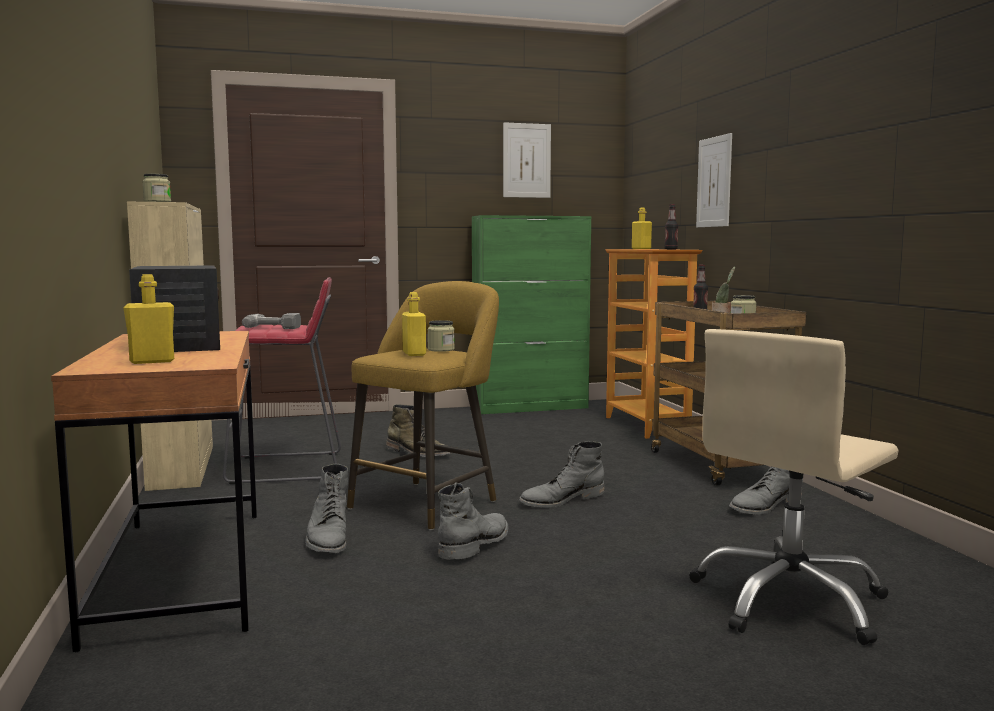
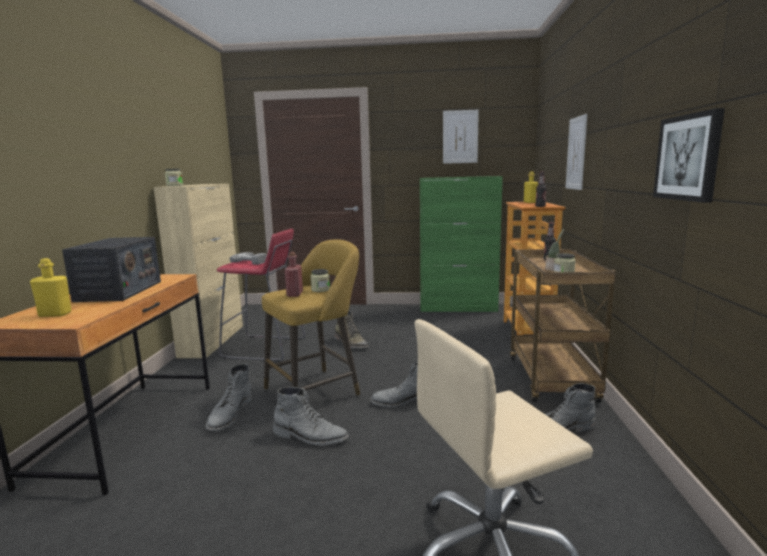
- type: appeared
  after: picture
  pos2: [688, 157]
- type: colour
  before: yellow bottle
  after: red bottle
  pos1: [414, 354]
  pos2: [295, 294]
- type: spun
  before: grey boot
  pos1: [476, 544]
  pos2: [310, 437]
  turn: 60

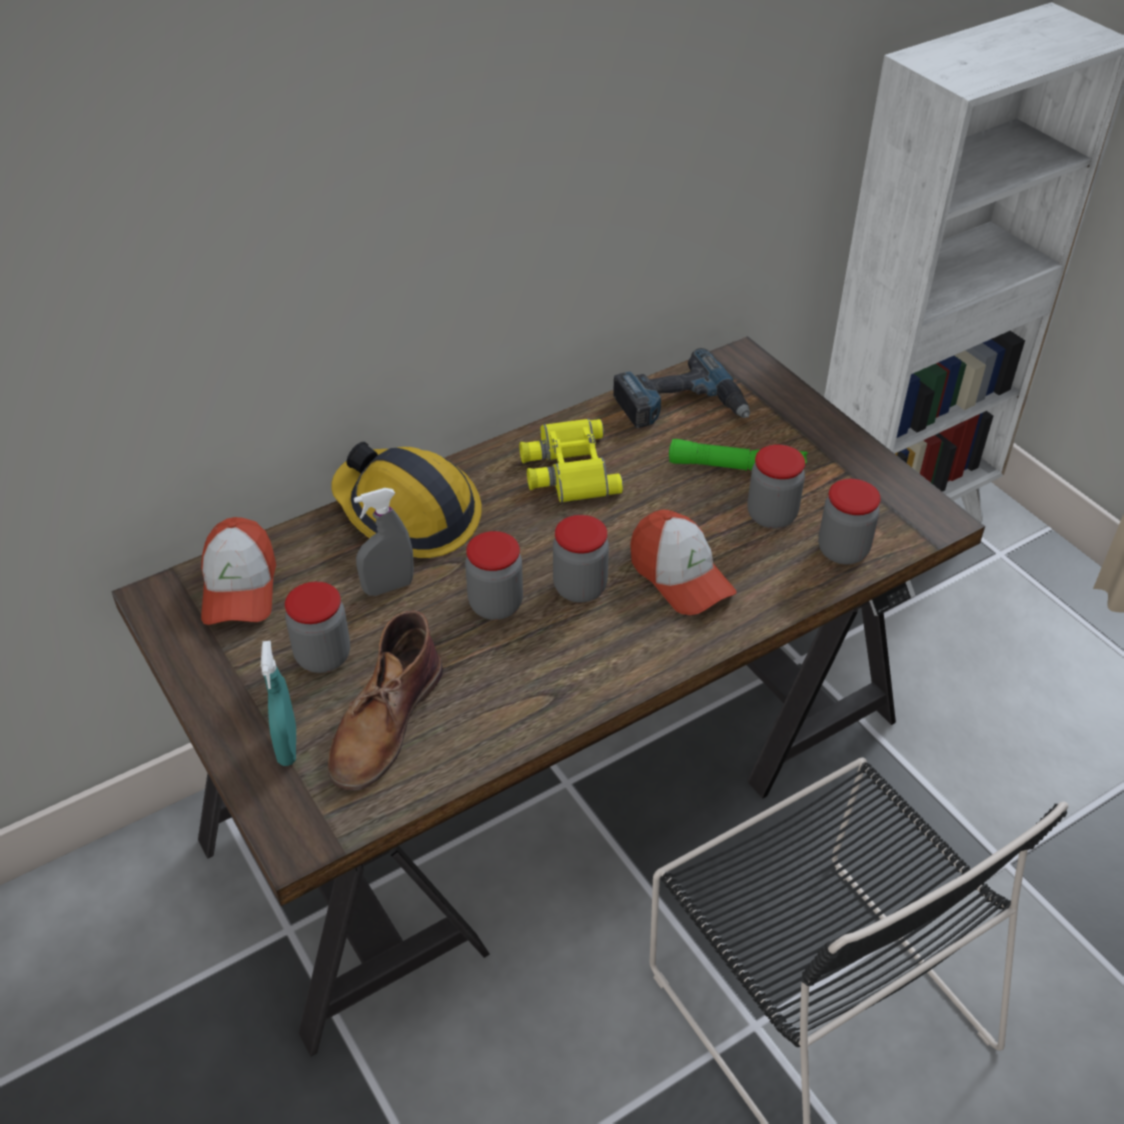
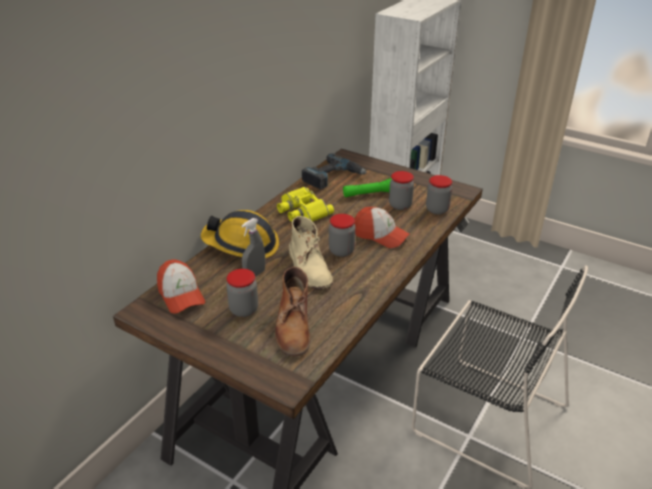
- type: missing
  before: turquoise spray bottle
  pos1: [287, 746]
- type: exchanged
  before: jar
  after: beige boot
  pos1: [495, 604]
  pos2: [309, 267]

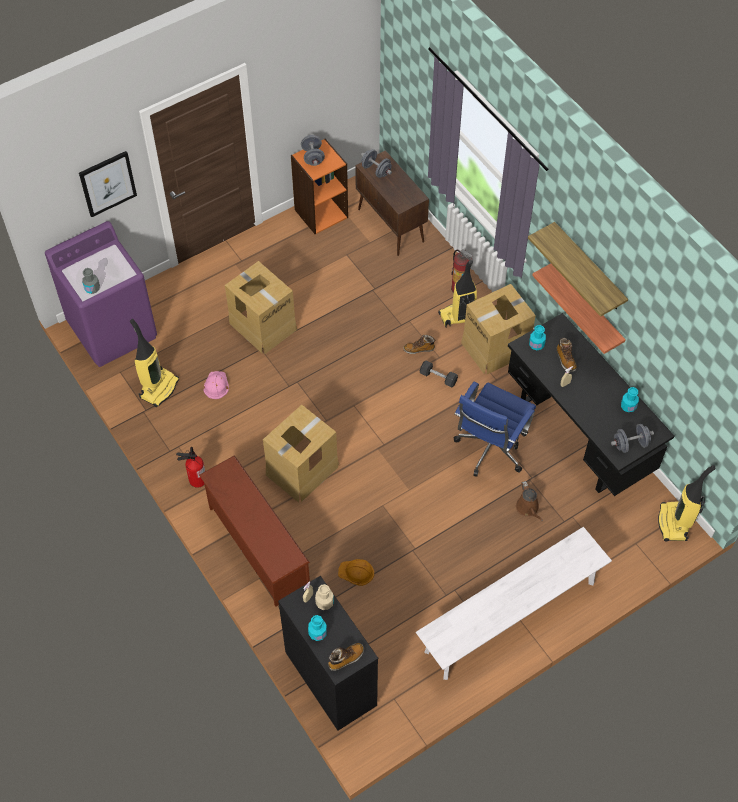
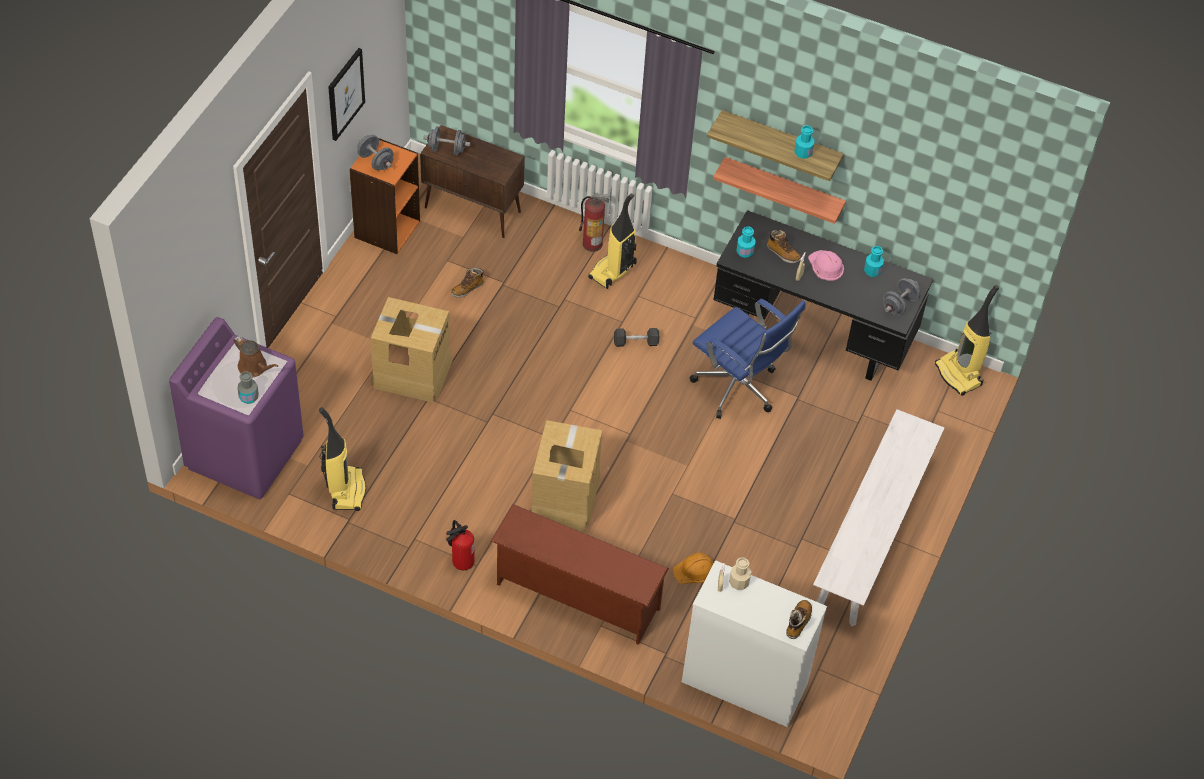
- type: missing
  before: cardboard box
  pos1: [496, 347]
- type: relocated
  before: picture
  pos1: [107, 183]
  pos2: [345, 94]
- type: relocated
  before: pink hard hat
  pos1: [216, 385]
  pos2: [826, 266]
- type: relocated
  before: turquoise bottle
  pos1: [317, 633]
  pos2: [803, 152]
- type: relocated
  before: boot
  pos1: [419, 349]
  pos2: [467, 288]
- type: relocated
  before: brown watering can
  pos1: [528, 508]
  pos2: [254, 367]
- type: colour
  before: black dresser
  after: white dresser
  pos1: [331, 679]
  pos2: [744, 683]
- type: spun
  before: blue office chair
  pos1: [490, 450]
  pos2: [739, 389]
  turn: -45

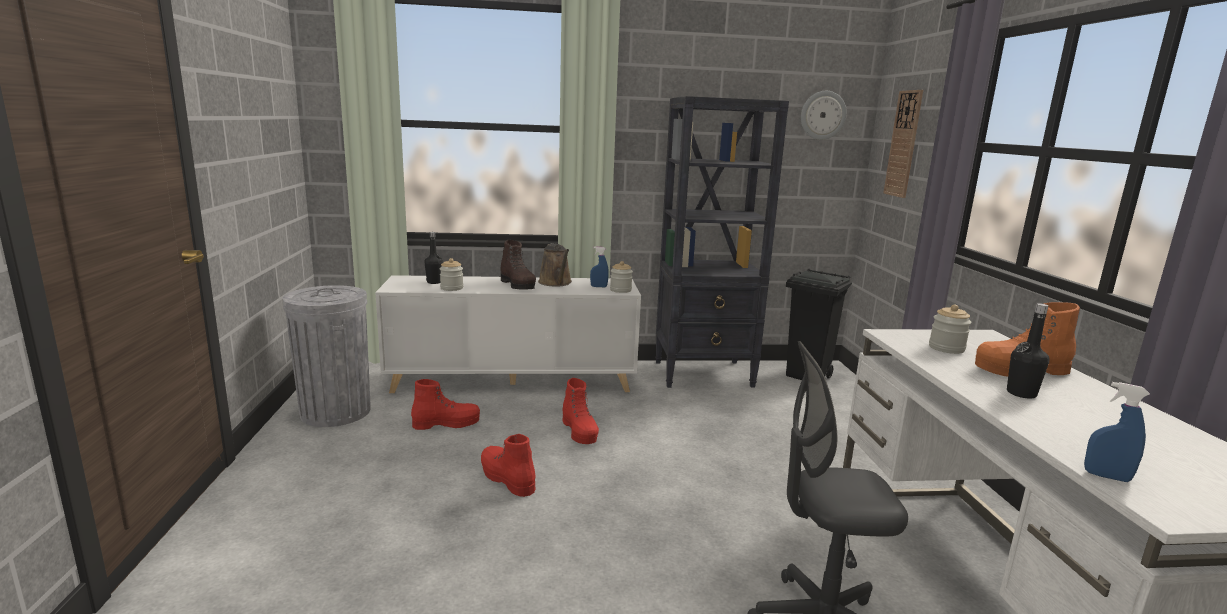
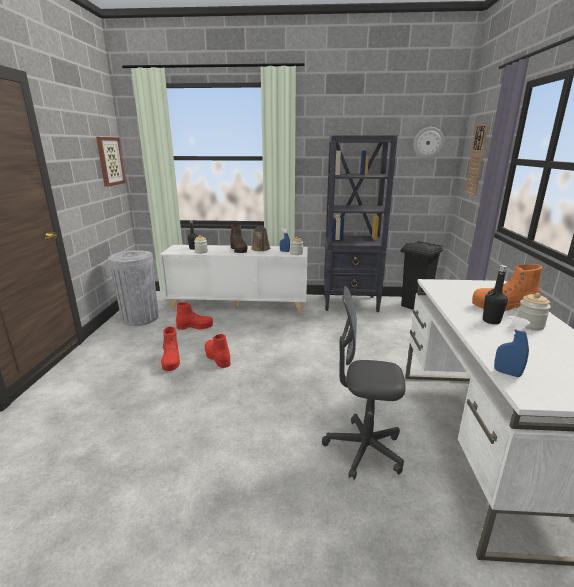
- type: appeared
  after: picture
  pos2: [110, 161]
- type: relocated
  before: red boot
  pos1: [579, 431]
  pos2: [171, 361]
- type: relocated
  before: jar
  pos1: [946, 348]
  pos2: [529, 325]

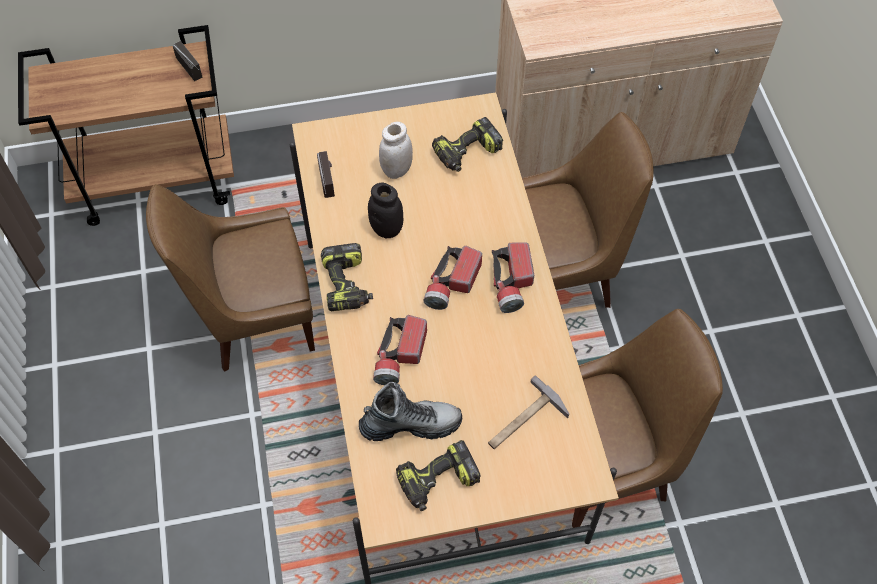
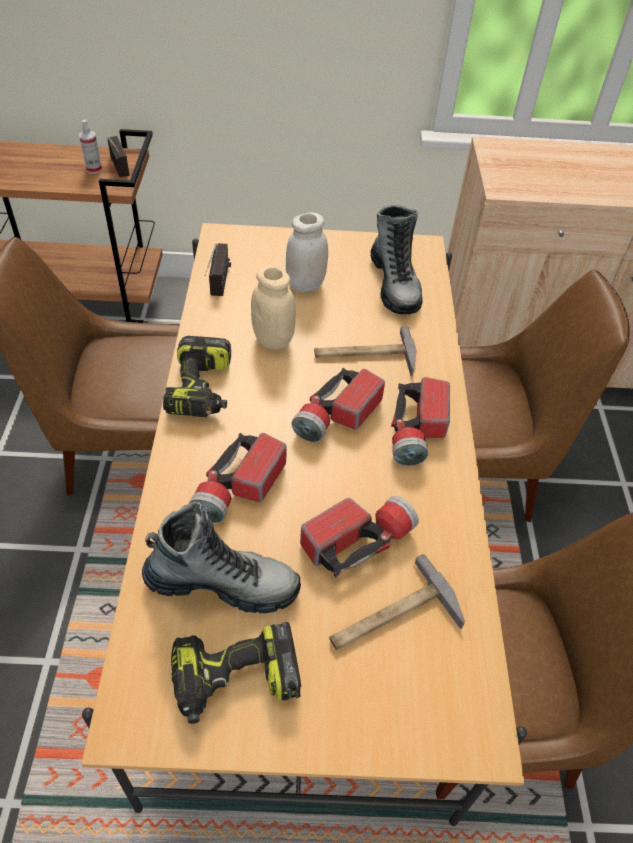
- type: appeared
  after: spray bottle
  pos2: [94, 169]
- type: appeared
  after: flashlight
  pos2: [357, 540]
- type: appeared
  after: hammer
  pos2: [365, 356]
- type: exchanged
  before: power drill
  after: boot
  pos1: [467, 153]
  pos2: [394, 284]
- type: colour
  before: black jar
  after: beige jar
  pos1: [386, 229]
  pos2: [273, 340]

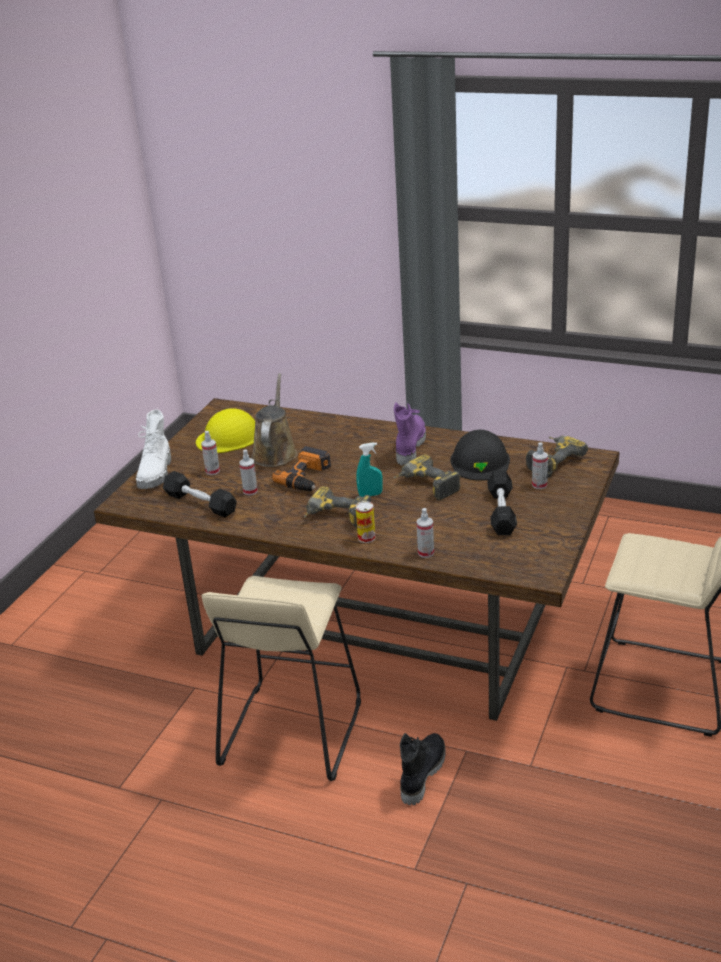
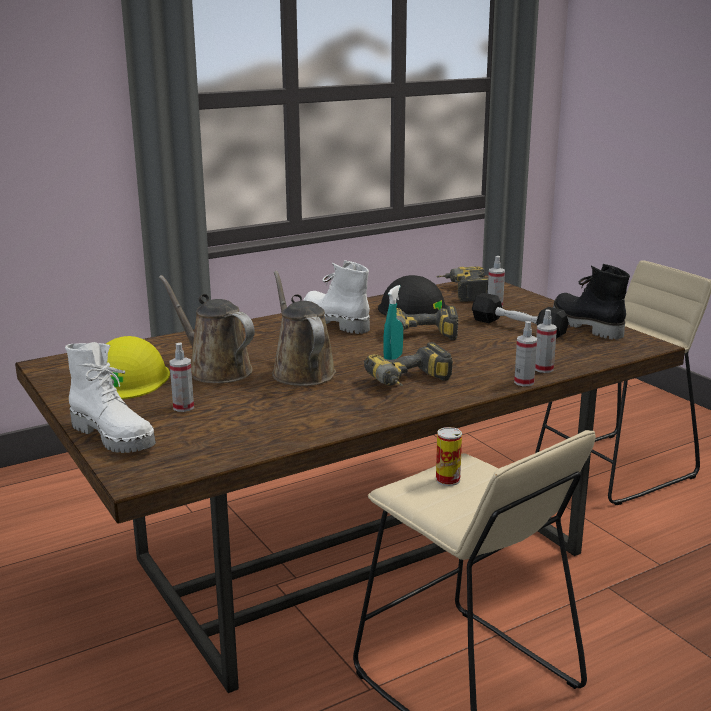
- type: missing
  before: black dumbbell
  pos1: [200, 503]
- type: relocated
  before: spray bottle
  pos1: [250, 491]
  pos2: [524, 382]
- type: relocated
  before: can
  pos1: [366, 538]
  pos2: [448, 480]
- type: relocated
  before: black boot
  pos1: [421, 774]
  pos2: [585, 326]
- type: exchanged
  before: power drill
  after: brown watering can
  pos1: [307, 477]
  pos2: [301, 371]
- type: colour
  before: purple boot
  after: white boot
  pos1: [409, 447]
  pos2: [333, 322]

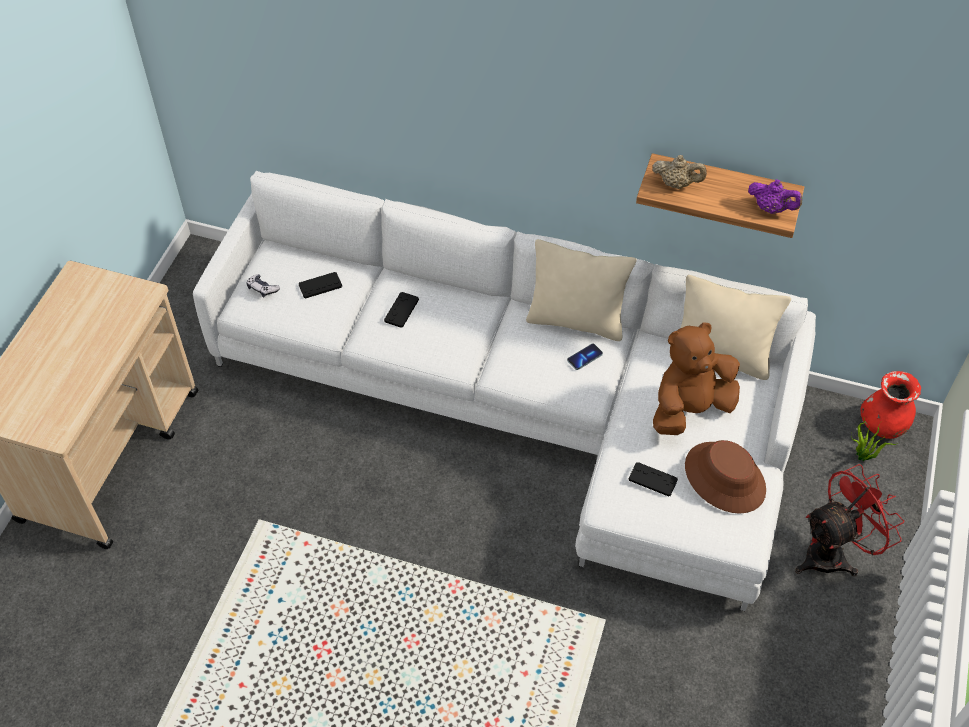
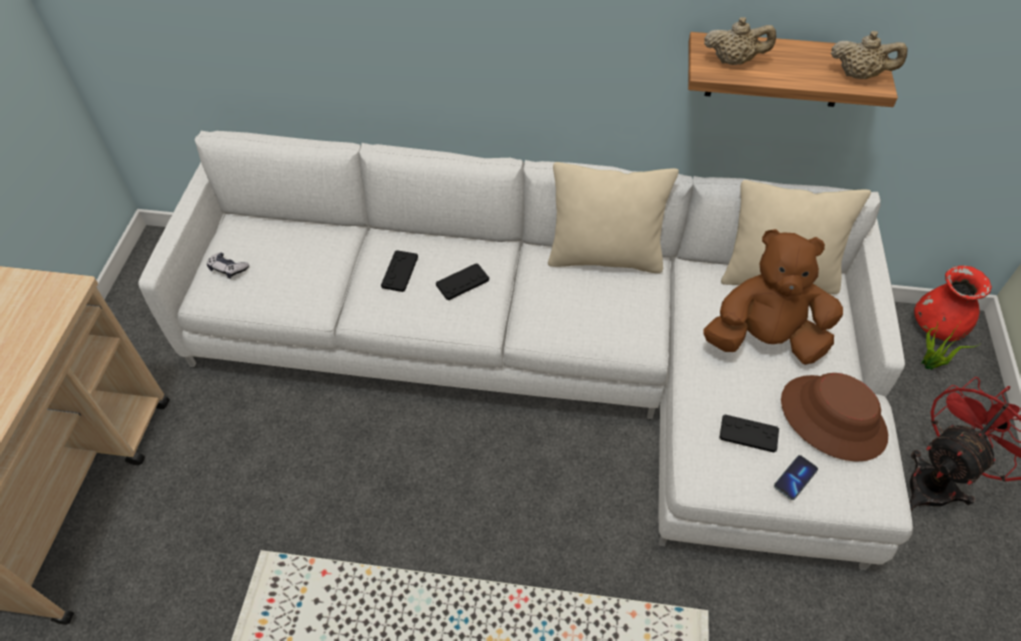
- type: relocated
  before: black game controller
  pos1: [320, 286]
  pos2: [462, 282]
- type: relocated
  before: phone
  pos1: [584, 357]
  pos2: [795, 478]
- type: colour
  before: purple teapot
  after: beige teapot
  pos1: [771, 209]
  pos2: [859, 75]
- type: spun
  before: brown plush toy
  pos1: [690, 408]
  pos2: [764, 339]
  turn: 45

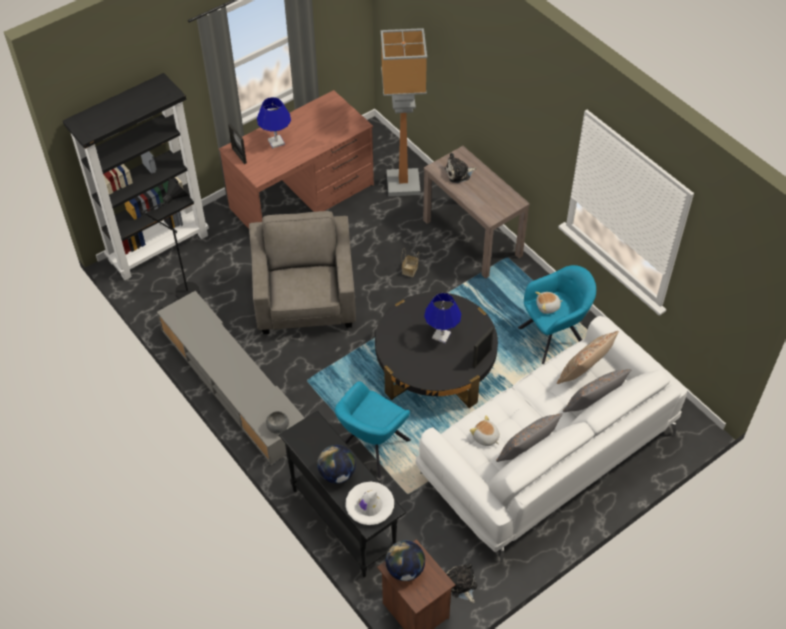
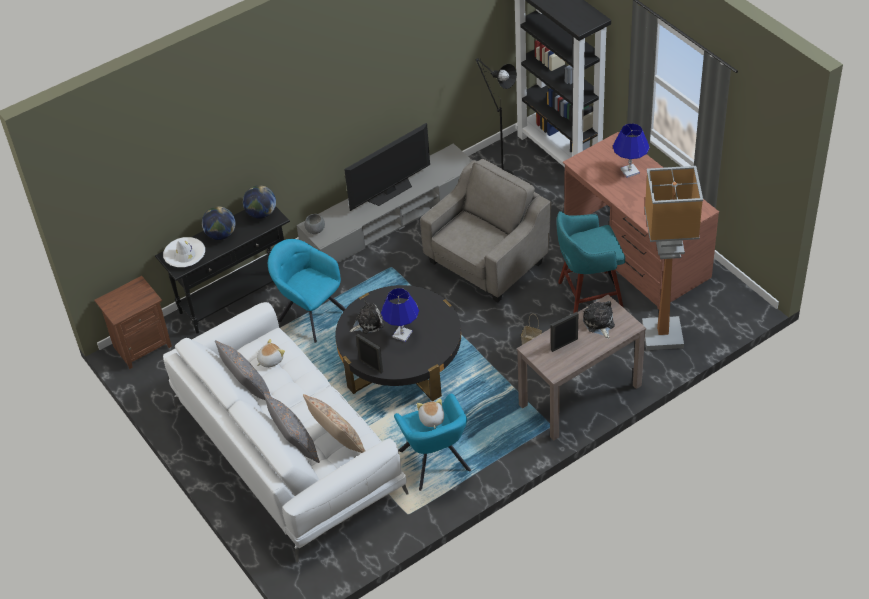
- type: appeared
  after: television
  pos2: [390, 191]
- type: appeared
  after: turquoise stool
  pos2: [587, 294]
- type: relocated
  before: picture frame
  pos1: [239, 155]
  pos2: [564, 344]
- type: relocated
  before: globe
  pos1: [405, 569]
  pos2: [261, 213]
- type: relocated
  before: plush toy
  pos1: [461, 585]
  pos2: [367, 323]
- type: spun
  before: grey armchair
  pos1: [306, 303]
  pos2: [487, 262]
  turn: -45

